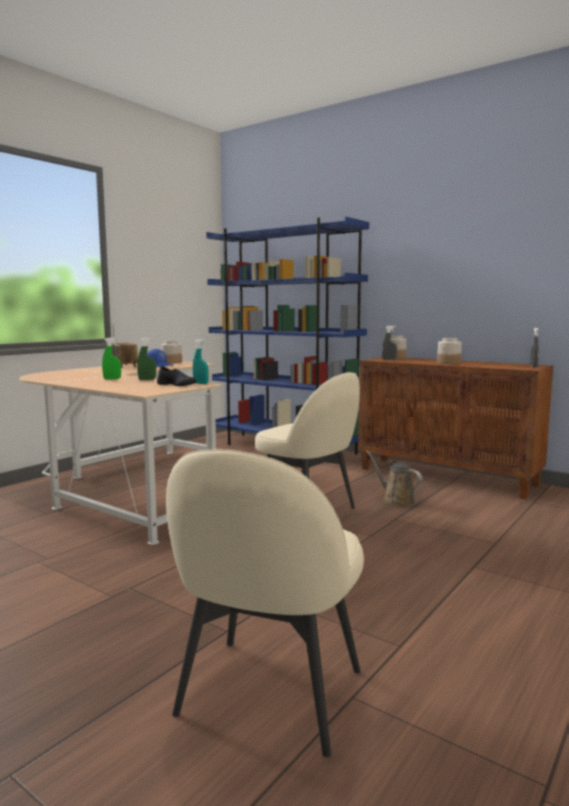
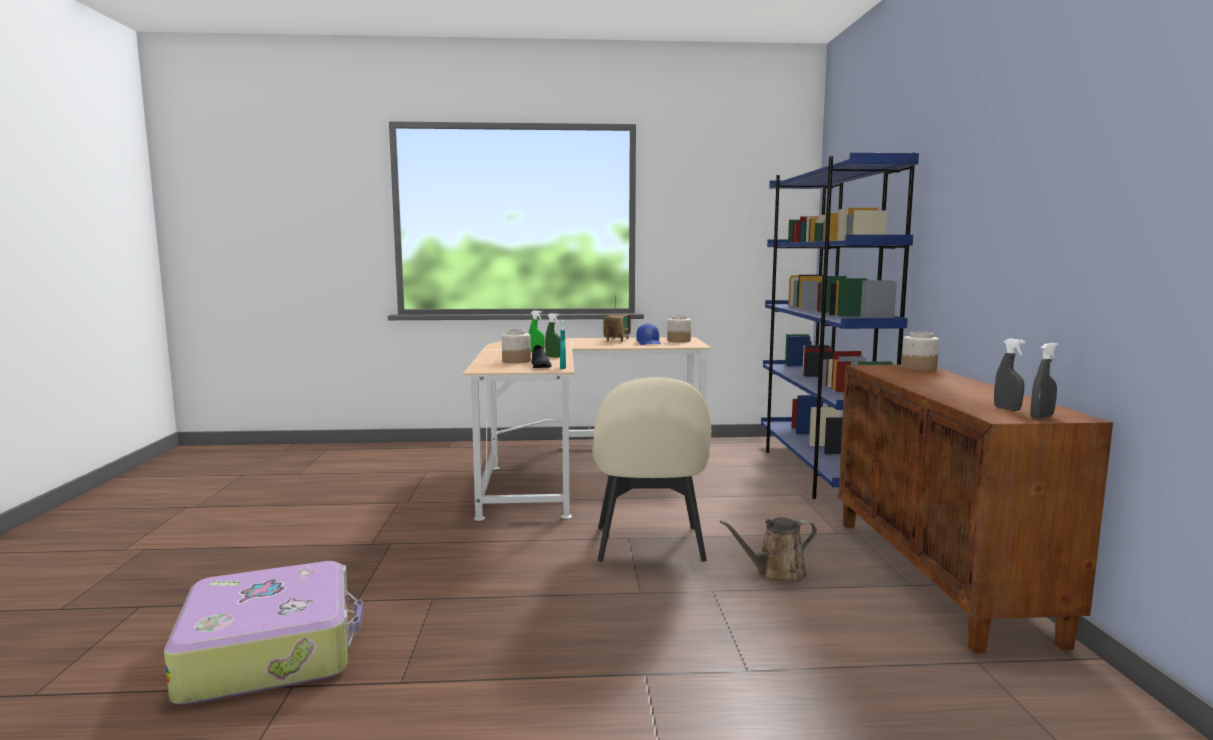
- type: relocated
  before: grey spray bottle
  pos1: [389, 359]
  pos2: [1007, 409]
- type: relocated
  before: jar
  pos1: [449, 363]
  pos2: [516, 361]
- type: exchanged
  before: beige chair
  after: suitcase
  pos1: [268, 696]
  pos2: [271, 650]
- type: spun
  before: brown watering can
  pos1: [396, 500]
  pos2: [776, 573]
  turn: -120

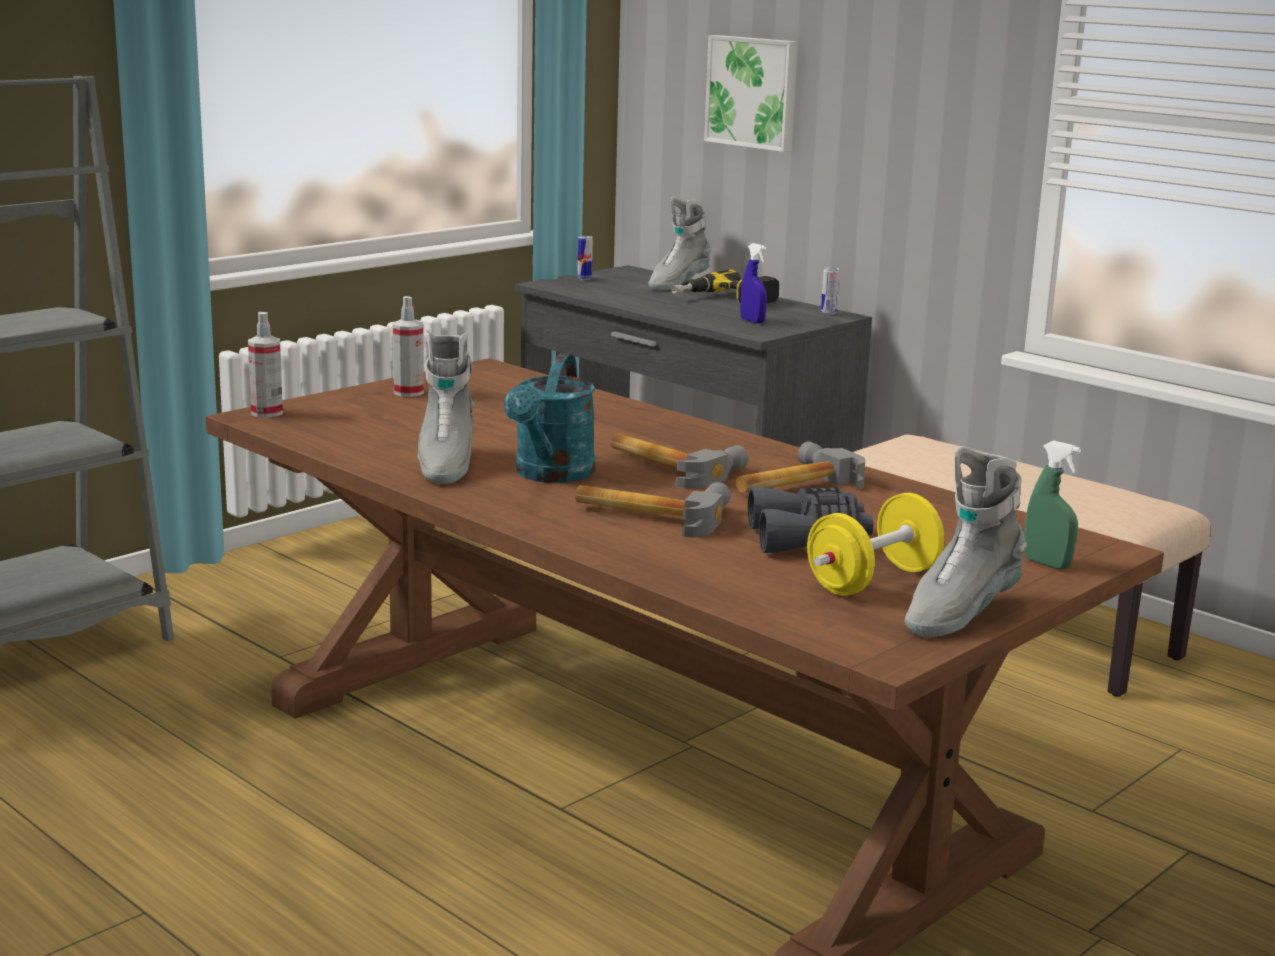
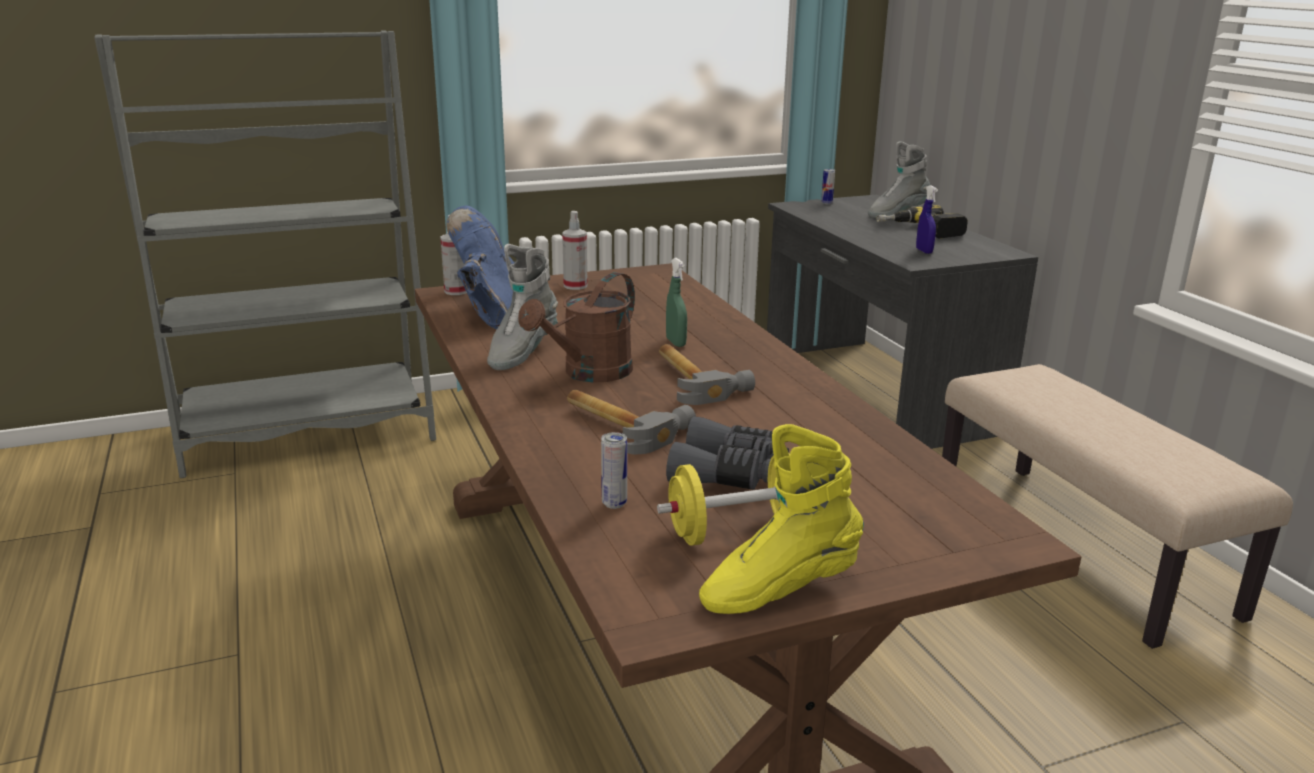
- type: missing
  before: picture
  pos1: [753, 92]
- type: missing
  before: hammer
  pos1: [791, 484]
- type: appeared
  after: blue boot
  pos2: [488, 311]
- type: relocated
  before: can
  pos1: [828, 314]
  pos2: [614, 504]
- type: relocated
  before: green spray bottle
  pos1: [1046, 564]
  pos2: [675, 342]
- type: colour
  before: turquoise watering can
  after: brown watering can
  pos1: [551, 475]
  pos2: [589, 374]
- type: colour
  before: grey boot
  after: yellow boot
  pos1: [959, 614]
  pos2: [778, 590]

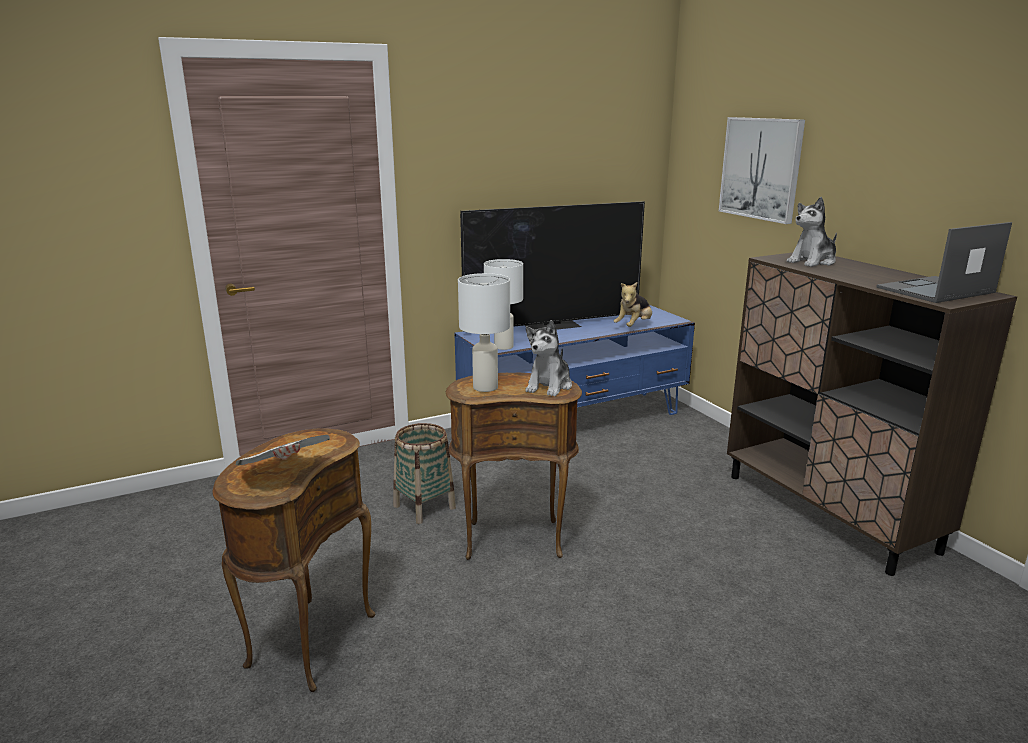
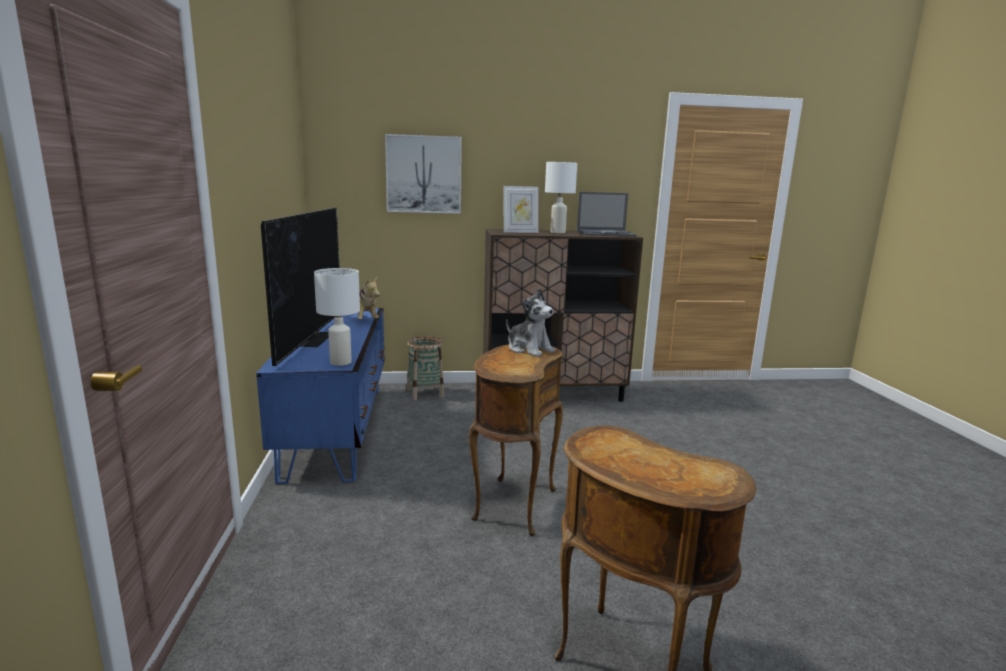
- type: missing
  before: newspaper
  pos1: [285, 474]
- type: relocated
  before: basket
  pos1: [424, 507]
  pos2: [425, 393]
- type: relocated
  before: white table lamp
  pos1: [484, 387]
  pos2: [557, 232]
- type: exchanged
  before: plush toy
  after: picture frame
  pos1: [812, 262]
  pos2: [520, 232]
- type: spun
  before: laptop
  pos1: [935, 290]
  pos2: [606, 233]
  turn: -90

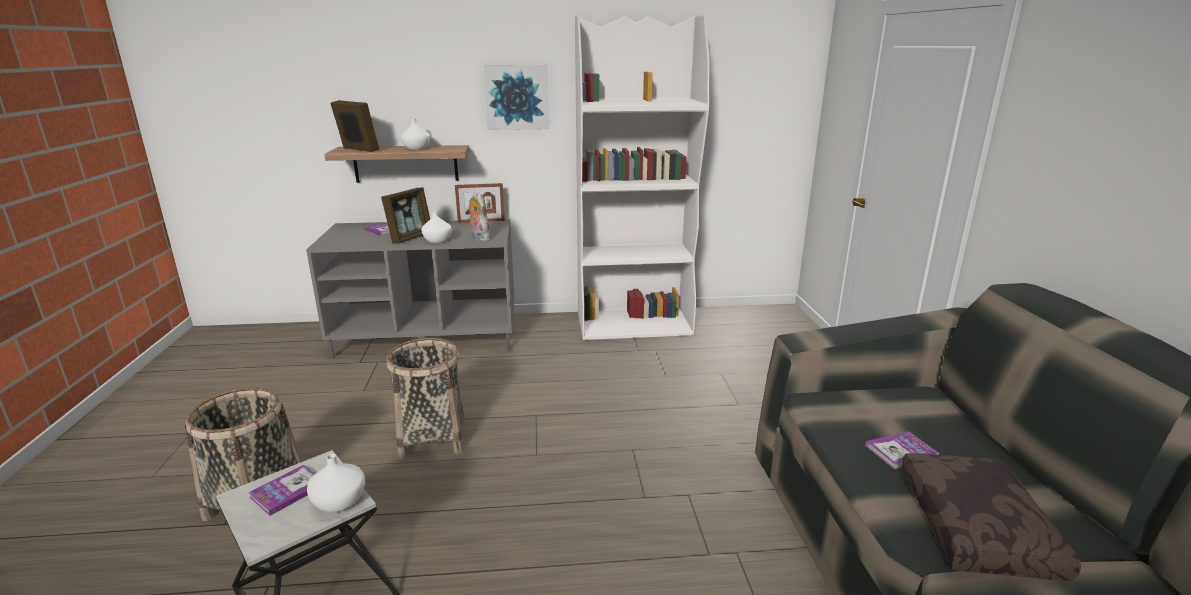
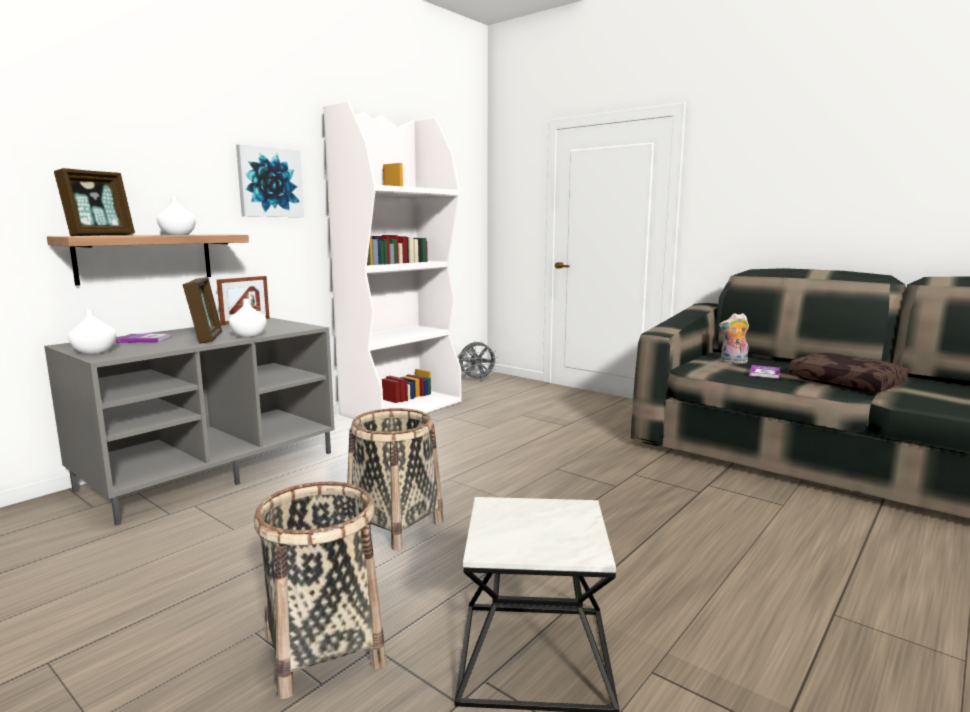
- type: missing
  before: book
  pos1: [288, 491]
- type: appeared
  after: grey fan
  pos2: [477, 379]
- type: relocated
  before: white vase
  pos1: [339, 503]
  pos2: [95, 352]
- type: relocated
  before: plush toy
  pos1: [479, 238]
  pos2: [733, 362]
- type: spun
  before: picture frame
  pos1: [358, 150]
  pos2: [100, 235]
  turn: 120

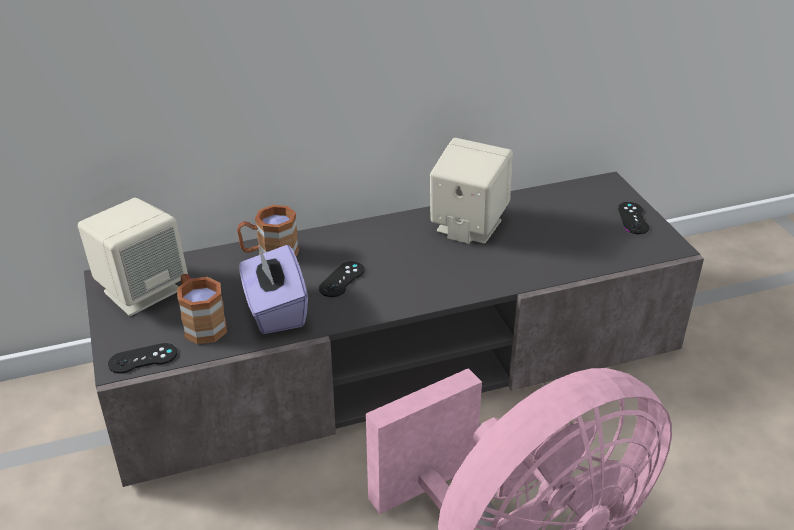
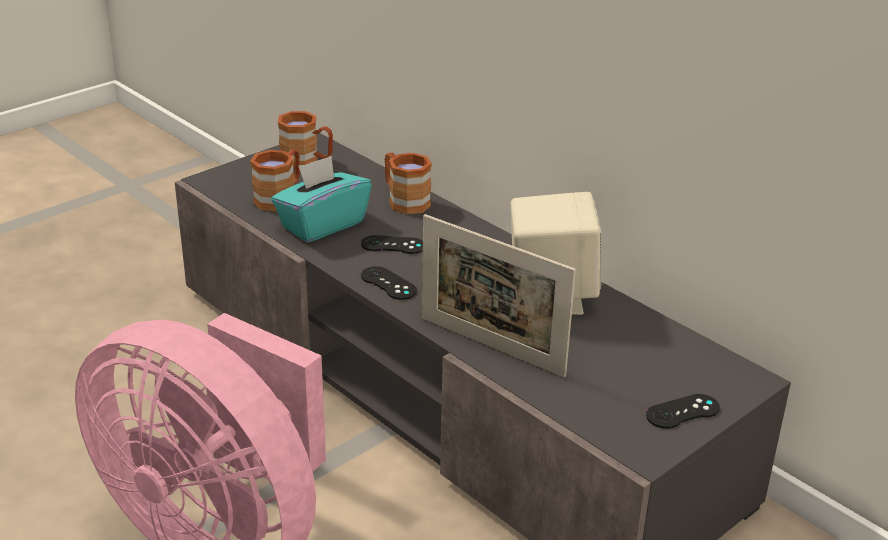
- type: appeared
  after: picture frame
  pos2: [491, 346]
- type: relocated
  before: black game controller
  pos1: [143, 358]
  pos2: [388, 283]
- type: exchanged
  before: beige speaker
  after: brown mug
  pos1: [142, 290]
  pos2: [307, 161]
- type: colour
  before: purple tissue box
  after: turquoise tissue box
  pos1: [275, 310]
  pos2: [322, 224]

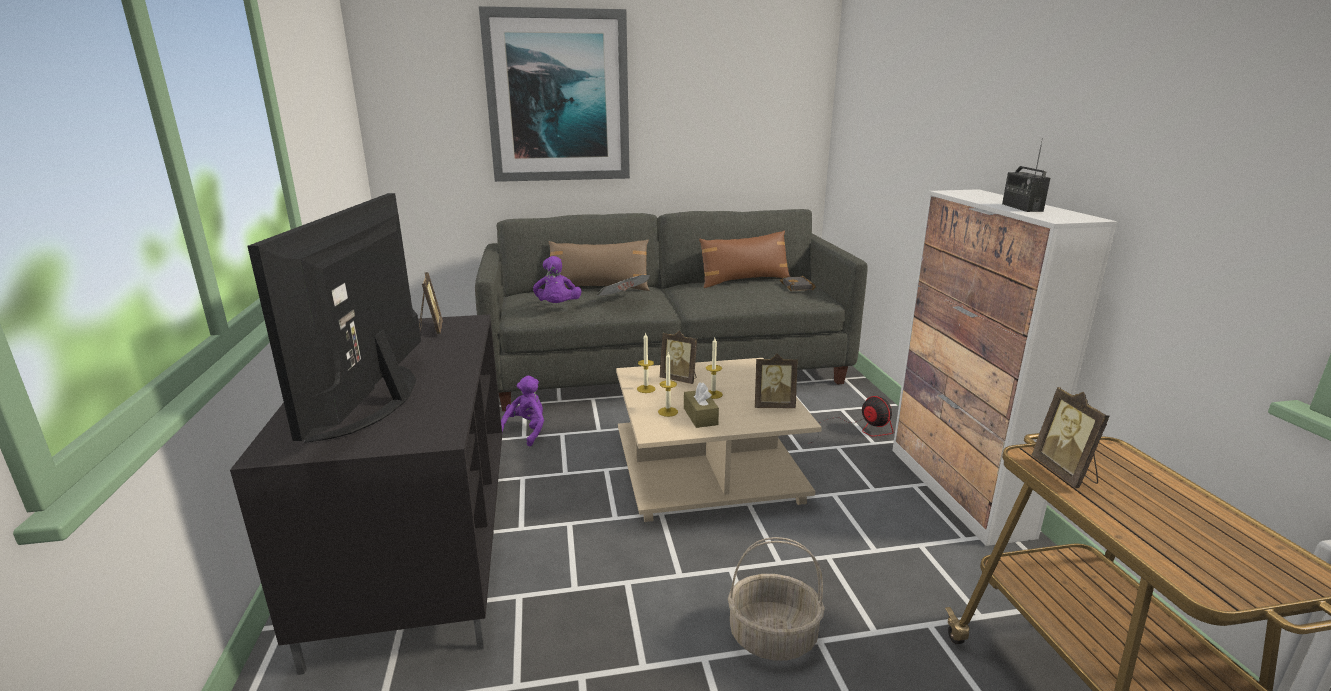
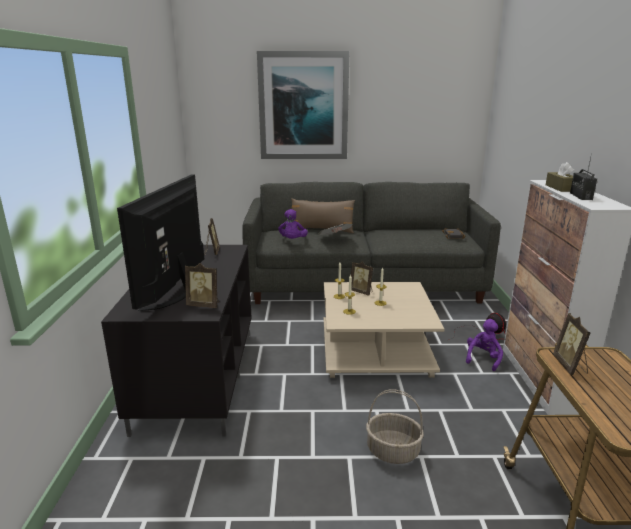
- type: missing
  before: brown pillow
  pos1: [744, 281]
- type: relocated
  before: purple plush toy
  pos1: [526, 431]
  pos2: [483, 358]
- type: relocated
  before: brown tissue box
  pos1: [700, 416]
  pos2: [560, 188]
- type: relocated
  before: picture frame
  pos1: [773, 406]
  pos2: [204, 305]

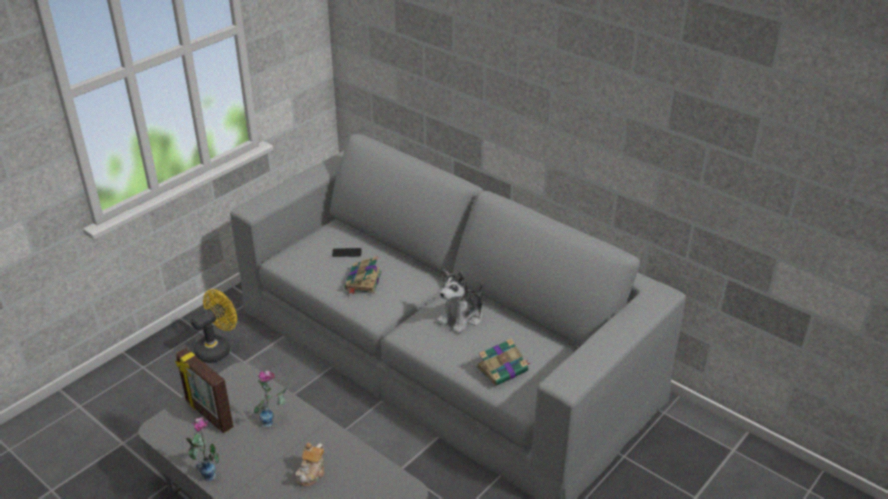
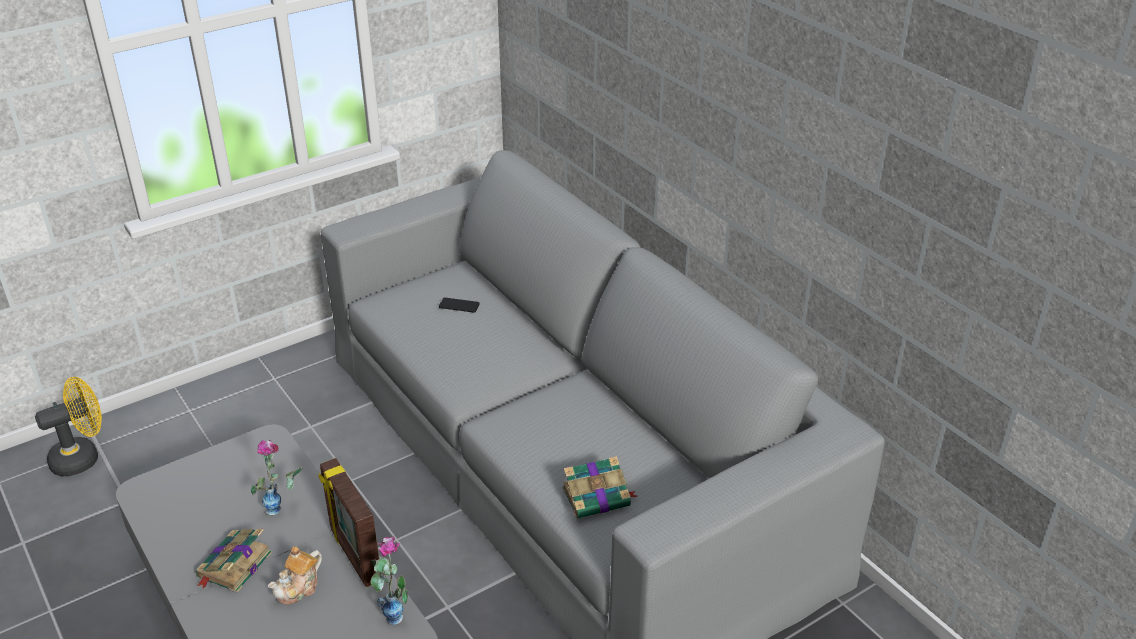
- type: missing
  before: plush toy
  pos1: [462, 317]
- type: relocated
  before: picture frame
  pos1: [208, 415]
  pos2: [354, 556]
- type: relocated
  before: vase
  pos1: [207, 471]
  pos2: [393, 610]
- type: relocated
  before: yellow fan
  pos1: [217, 348]
  pos2: [82, 457]
- type: relocated
  before: book
  pos1: [363, 281]
  pos2: [233, 566]

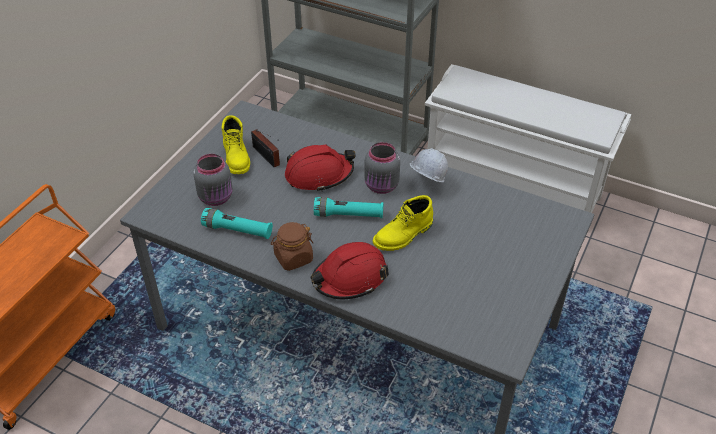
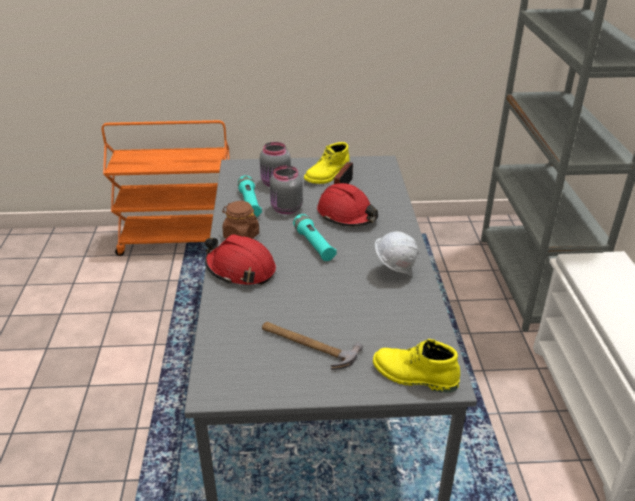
- type: appeared
  after: hammer
  pos2: [307, 345]
- type: relocated
  before: grey jar
  pos1: [382, 186]
  pos2: [286, 209]
- type: relocated
  before: yellow boot
  pos1: [404, 235]
  pos2: [414, 376]

